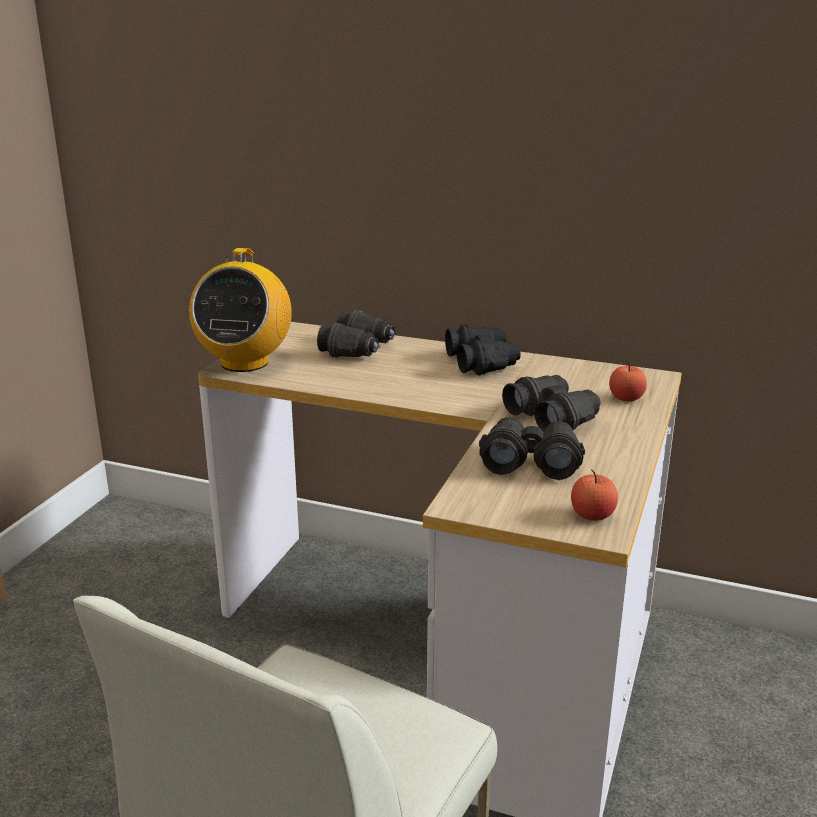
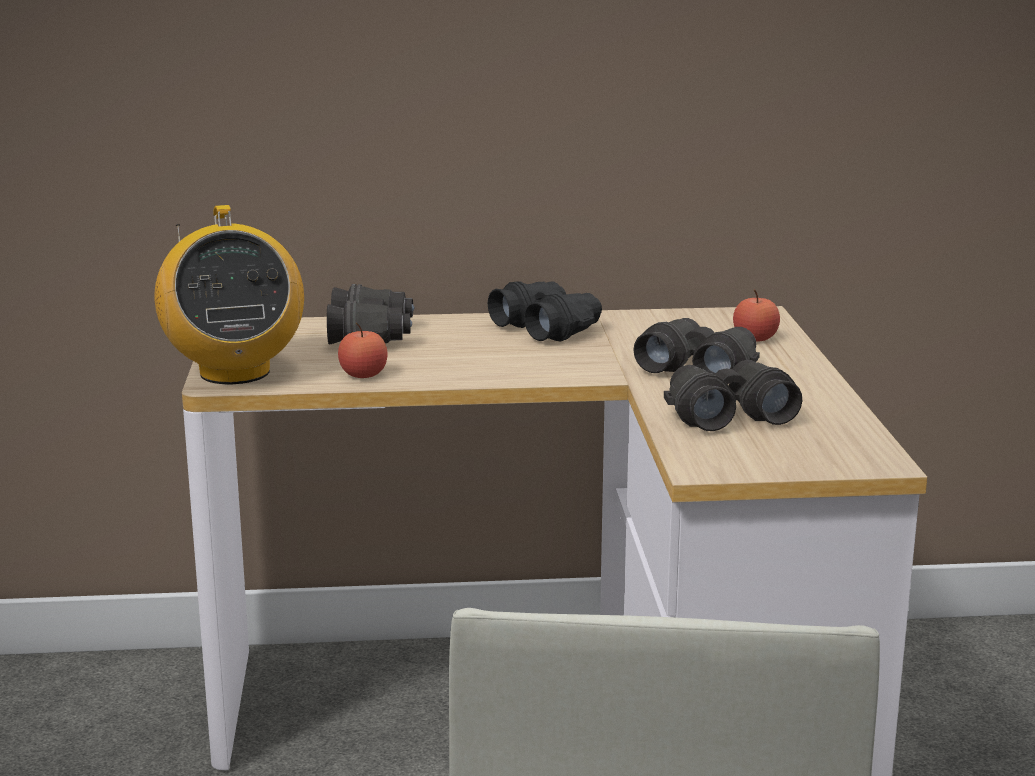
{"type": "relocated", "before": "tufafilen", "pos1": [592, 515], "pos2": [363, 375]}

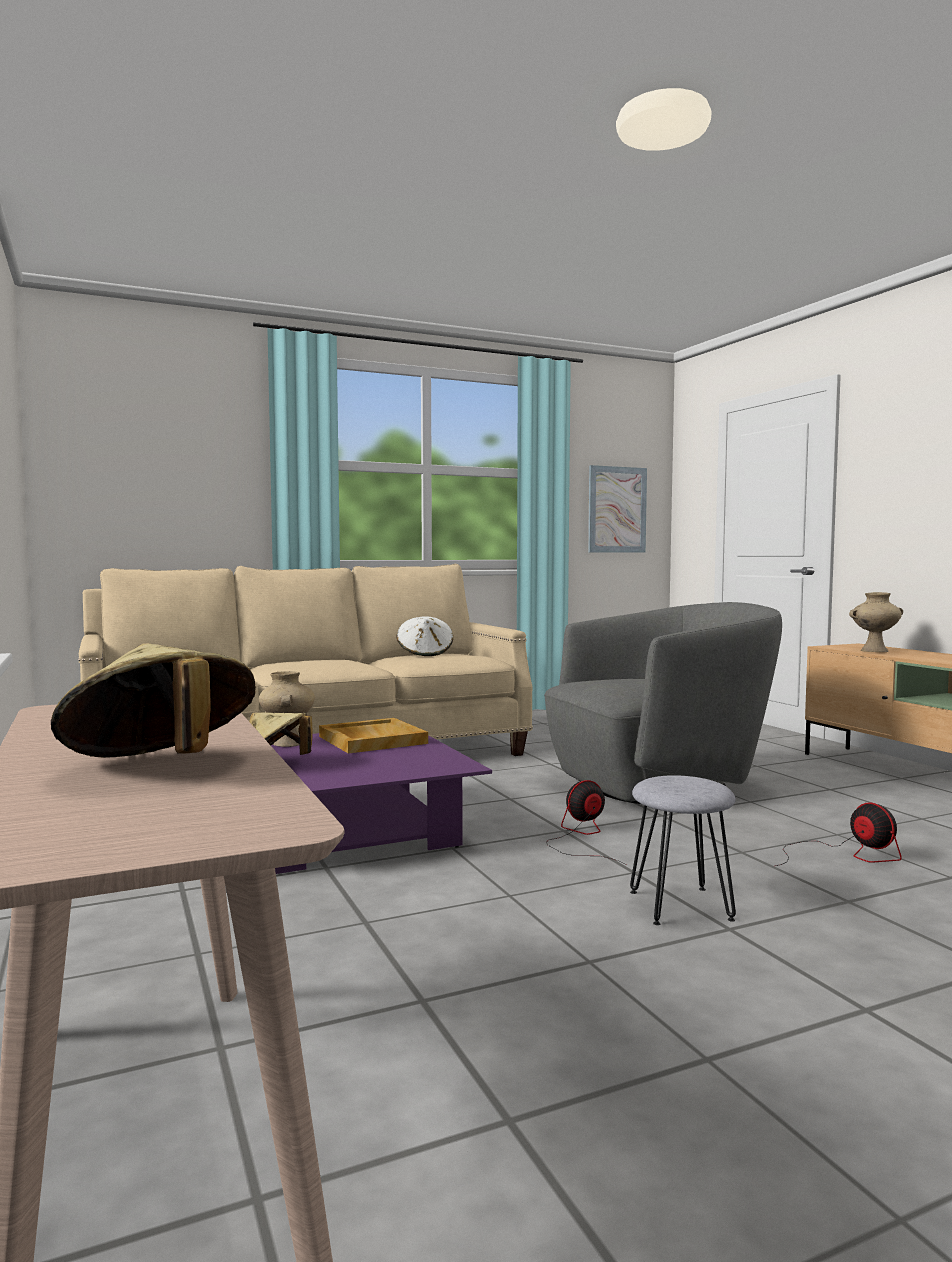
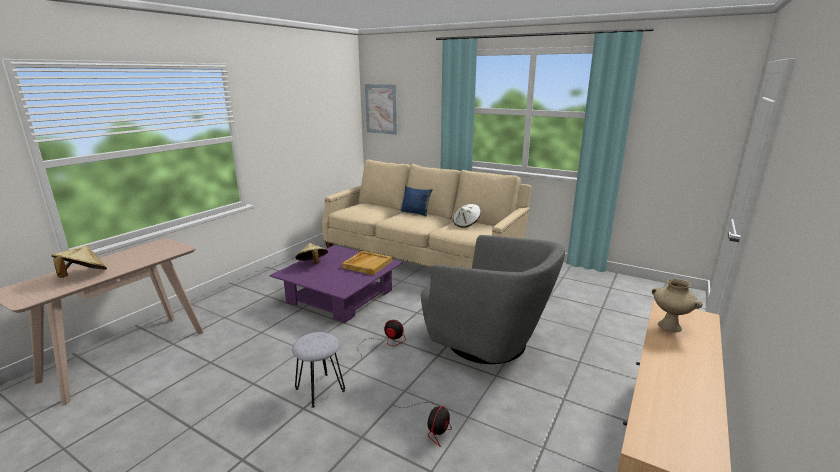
{"type": "missing", "before": "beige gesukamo", "pos1": [287, 743]}
{"type": "relocated", "before": "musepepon", "pos1": [617, 509], "pos2": [381, 109]}
{"type": "appeared", "after": "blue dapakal", "pos2": [416, 213]}

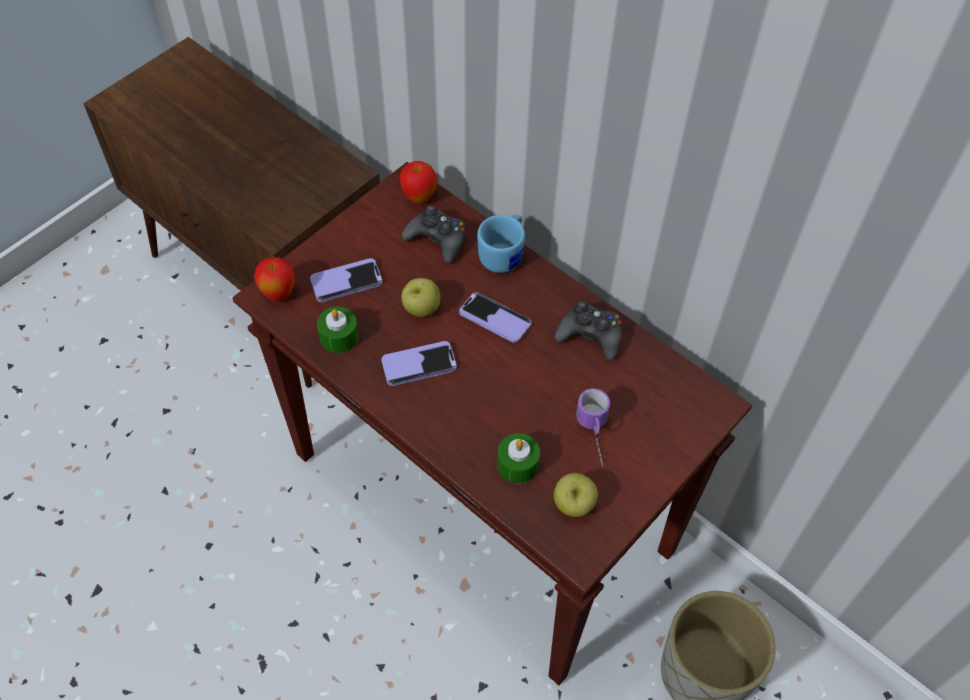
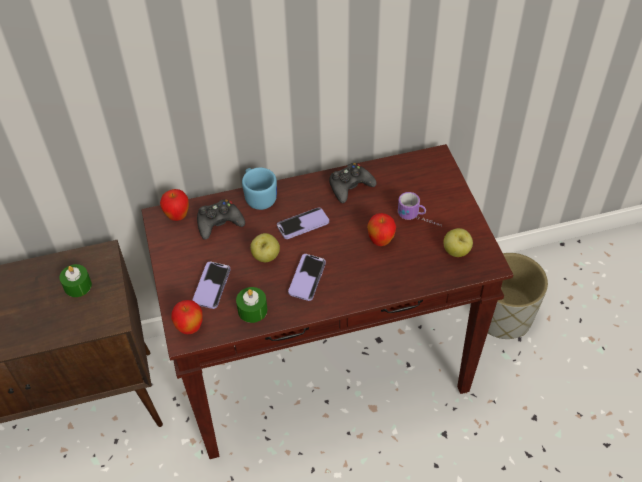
{"type": "relocated", "before": "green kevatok", "pos1": [517, 464], "pos2": [77, 286]}
{"type": "appeared", "after": "tufafilen", "pos2": [380, 241]}

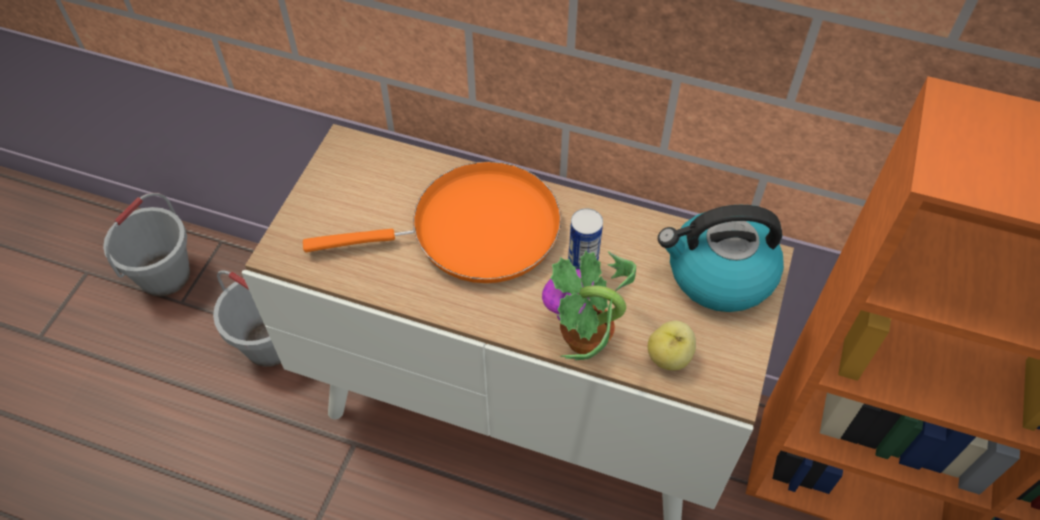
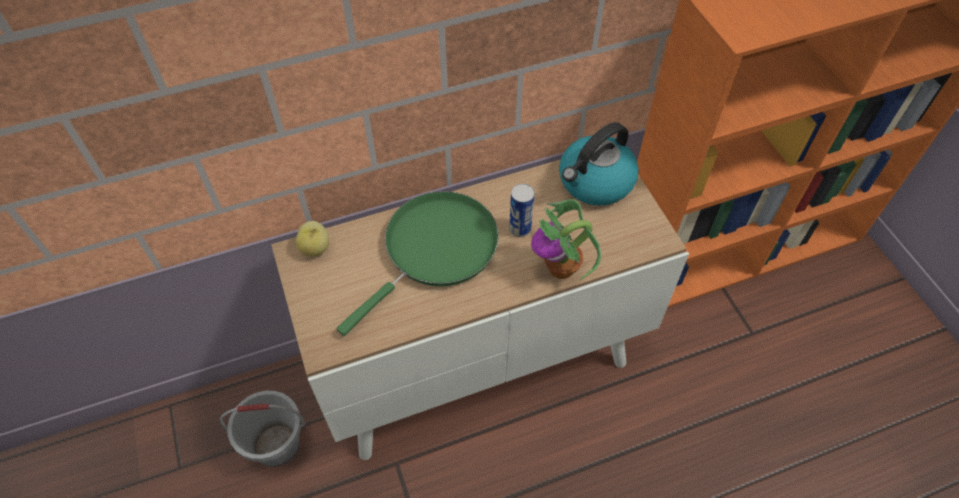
{"type": "missing", "before": "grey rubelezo", "pos1": [164, 275]}
{"type": "colour", "before": "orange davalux", "after": "green davalux", "pos1": [474, 231], "pos2": [435, 250]}
{"type": "relocated", "before": "tufafilen", "pos1": [669, 357], "pos2": [315, 248]}

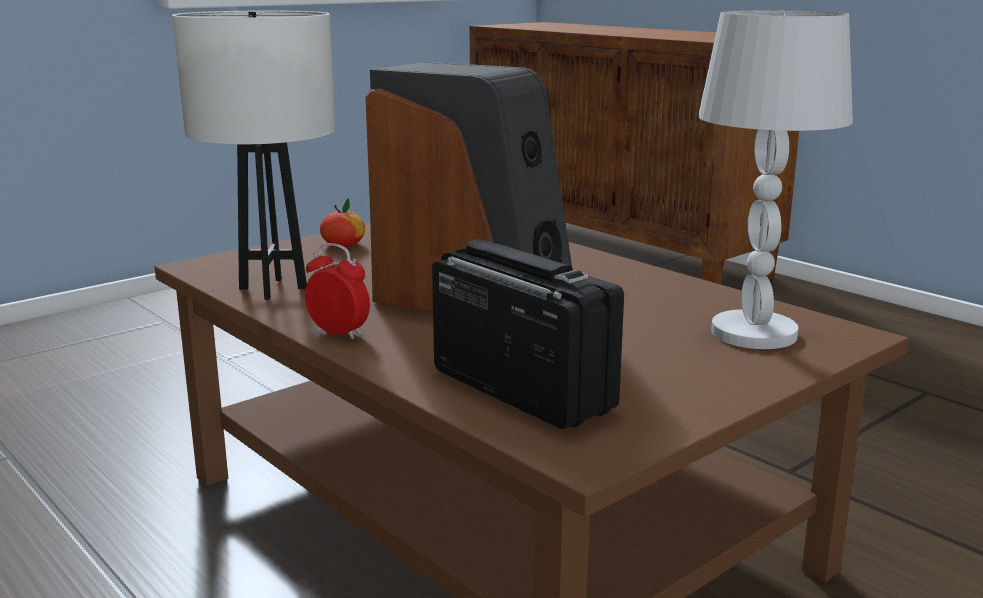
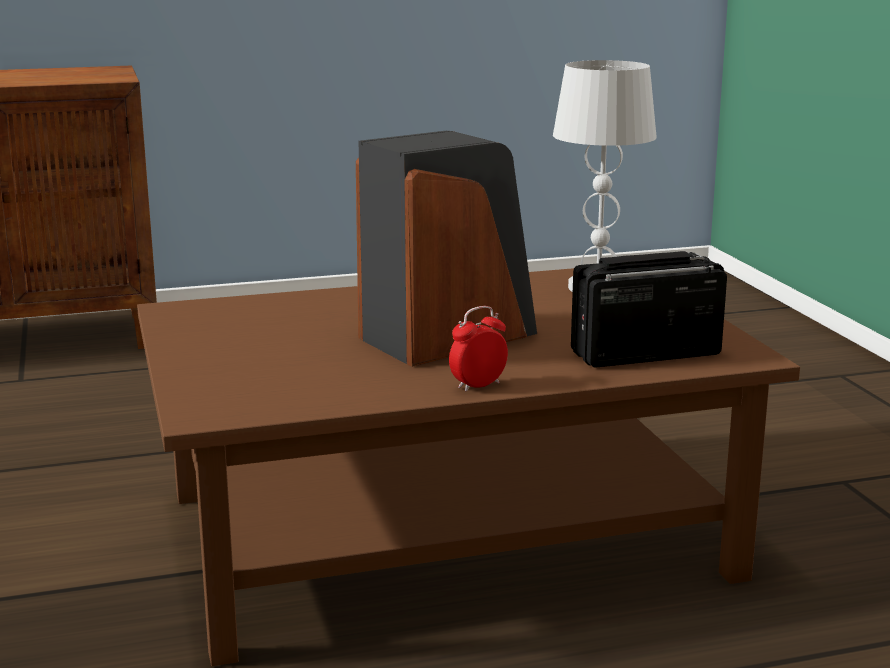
{"type": "missing", "before": "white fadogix", "pos1": [272, 288]}
{"type": "missing", "before": "tufafilen", "pos1": [343, 245]}

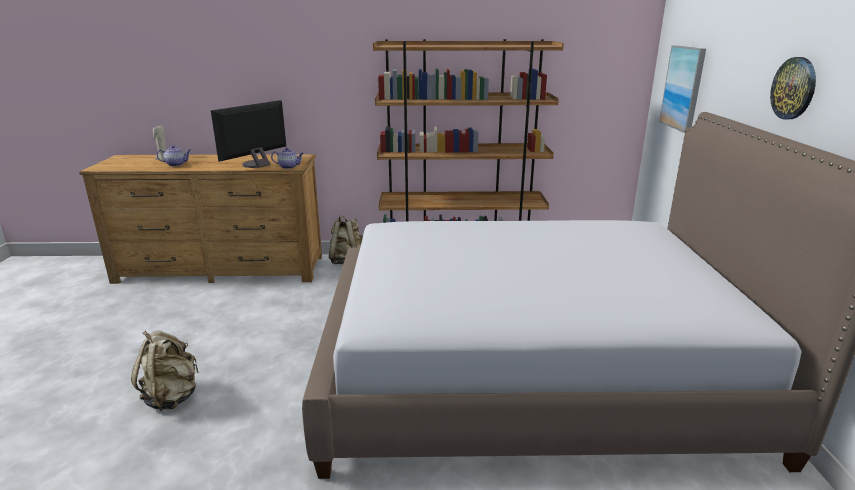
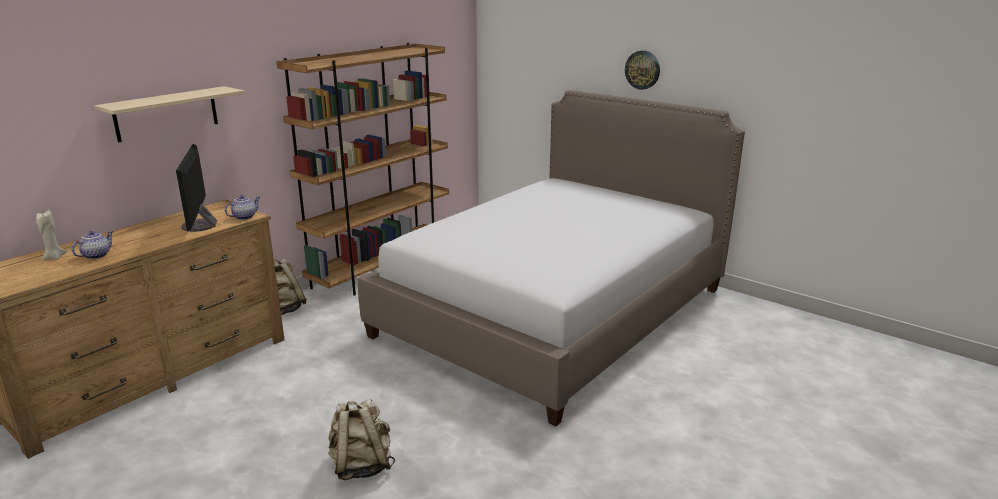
{"type": "missing", "before": "musepepon", "pos1": [683, 88]}
{"type": "appeared", "after": "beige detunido", "pos2": [166, 114]}

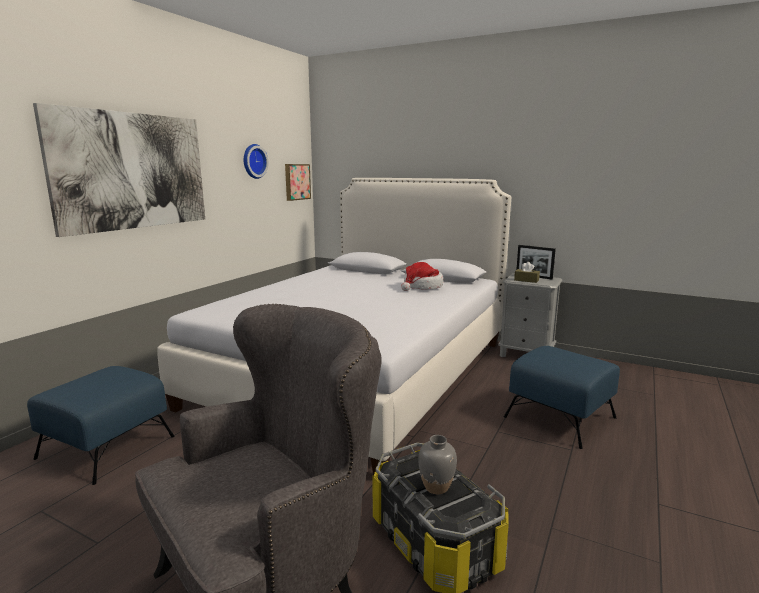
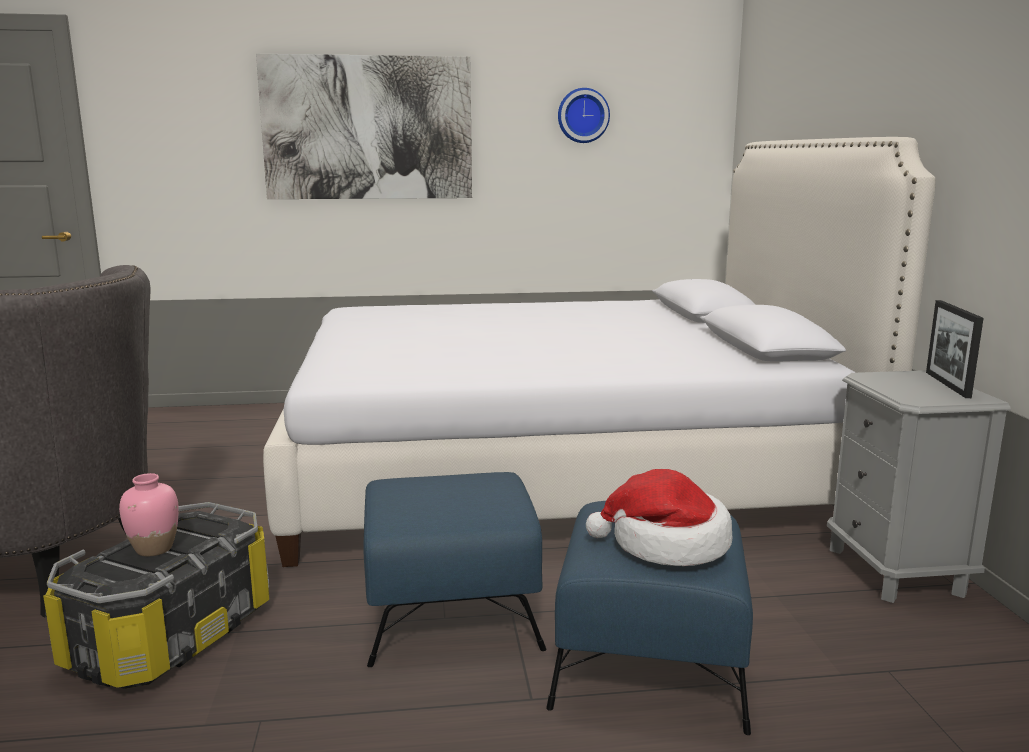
{"type": "relocated", "before": "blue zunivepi", "pos1": [105, 447], "pos2": [449, 611]}
{"type": "missing", "before": "musepepon", "pos1": [296, 182]}
{"type": "relocated", "before": "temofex", "pos1": [422, 287], "pos2": [666, 544]}
{"type": "colour", "before": "grey gesukamo", "after": "pink gesukamo", "pos1": [436, 487], "pos2": [154, 549]}
{"type": "missing", "before": "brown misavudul", "pos1": [526, 280]}

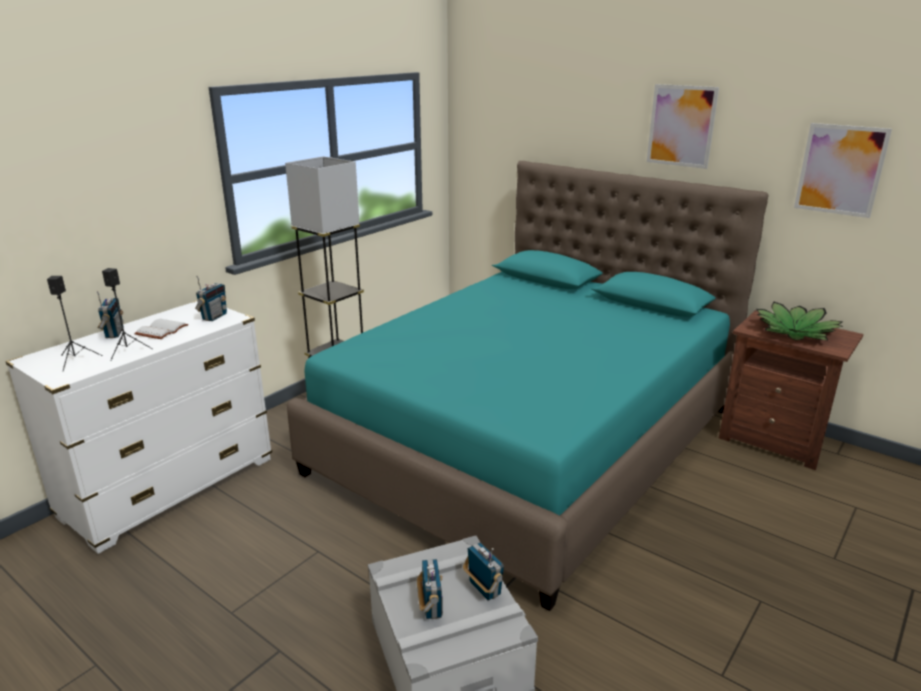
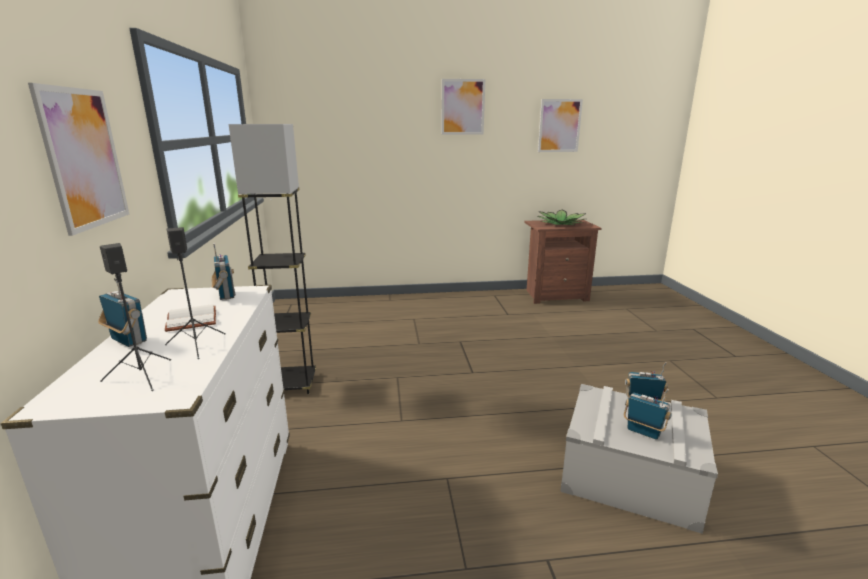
{"type": "missing", "before": "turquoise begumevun", "pos1": [529, 440]}
{"type": "appeared", "after": "musepepon", "pos2": [84, 158]}

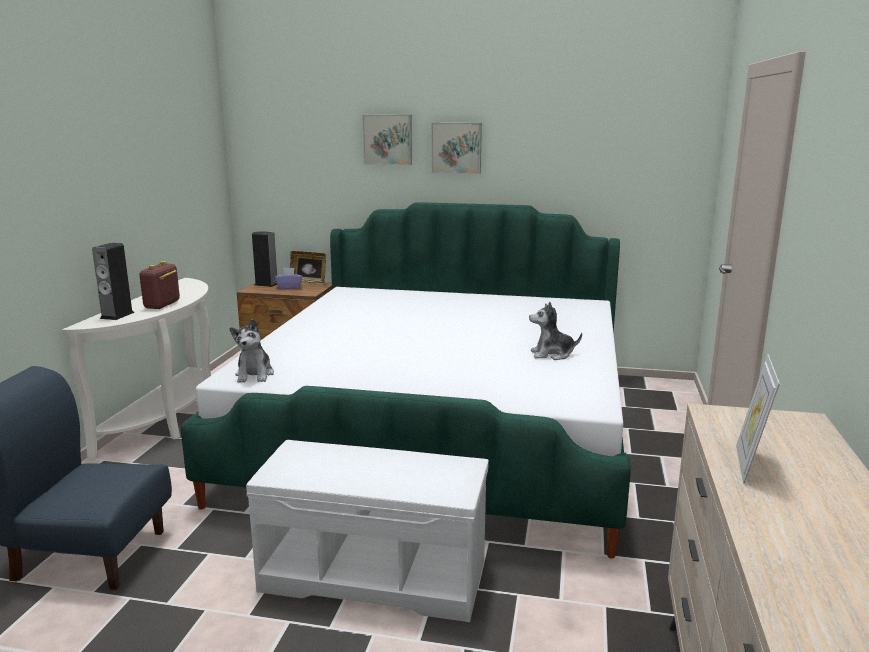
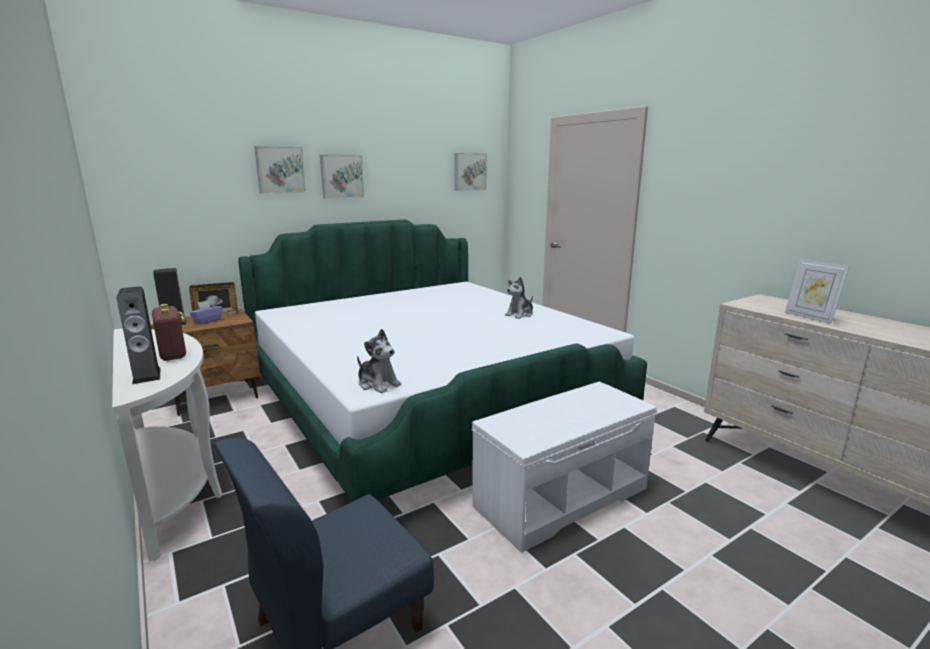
{"type": "appeared", "after": "musepepon", "pos2": [469, 172]}

